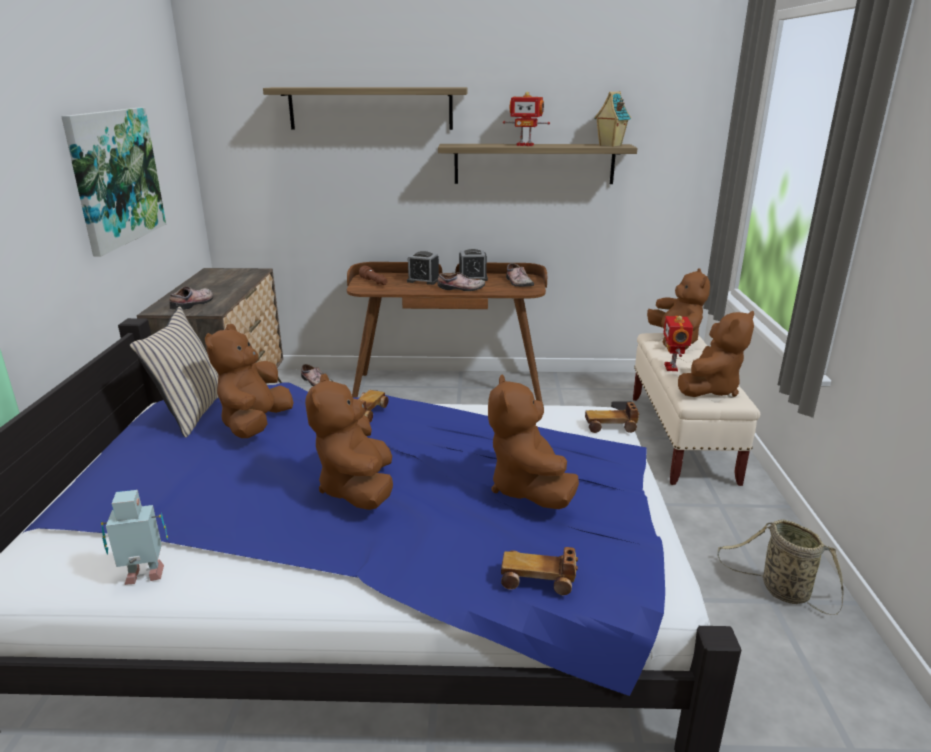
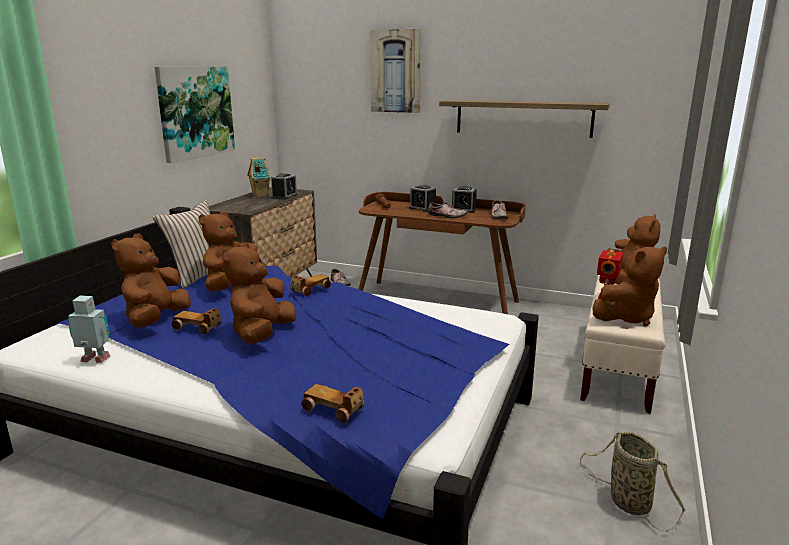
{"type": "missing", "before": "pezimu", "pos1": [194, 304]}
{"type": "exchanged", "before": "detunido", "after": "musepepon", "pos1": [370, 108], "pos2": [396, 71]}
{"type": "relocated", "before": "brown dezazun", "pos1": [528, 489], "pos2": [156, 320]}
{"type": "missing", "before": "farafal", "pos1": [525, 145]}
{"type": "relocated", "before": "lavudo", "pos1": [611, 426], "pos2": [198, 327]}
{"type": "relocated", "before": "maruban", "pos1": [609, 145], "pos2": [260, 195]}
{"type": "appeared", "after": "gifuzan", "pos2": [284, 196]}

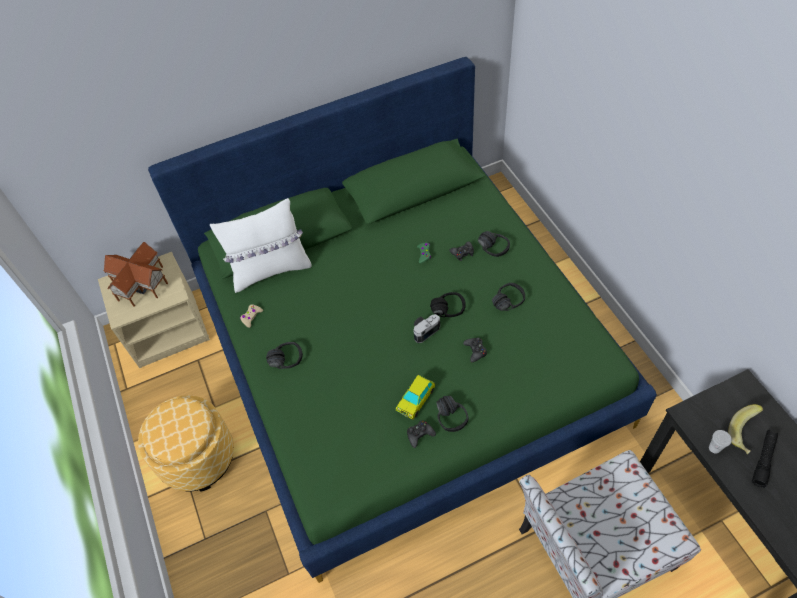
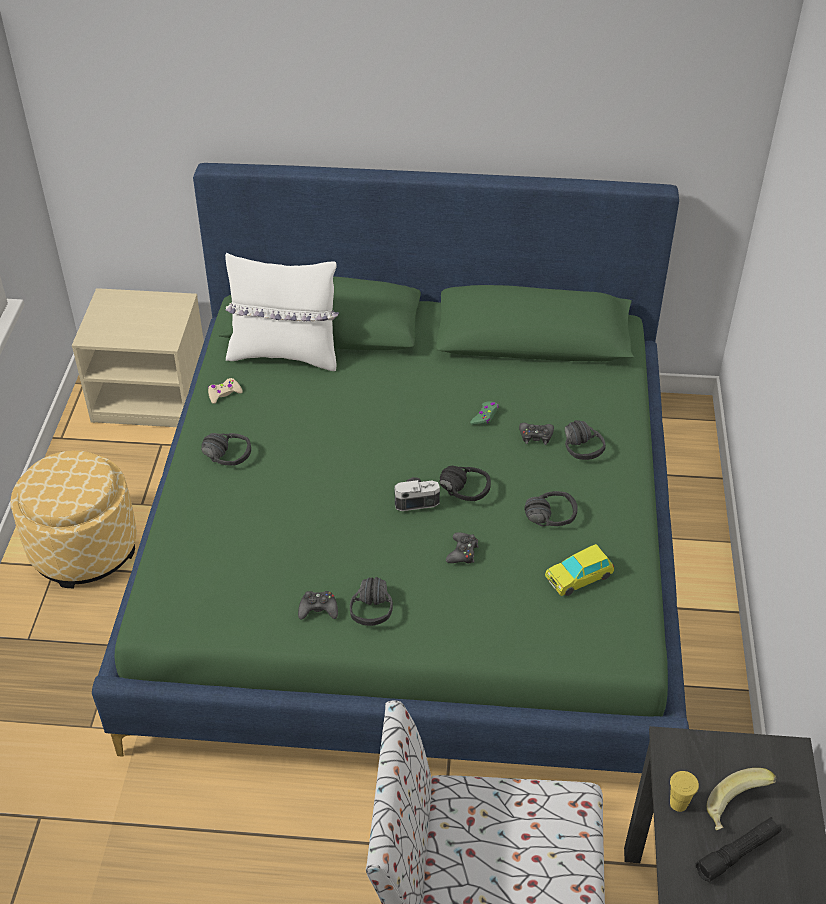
{"type": "missing", "before": "maruban", "pos1": [141, 284]}
{"type": "relocated", "before": "lavudo", "pos1": [415, 399], "pos2": [578, 577]}
{"type": "colour", "before": "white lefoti", "after": "yellow lefoti", "pos1": [714, 448], "pos2": [678, 803]}

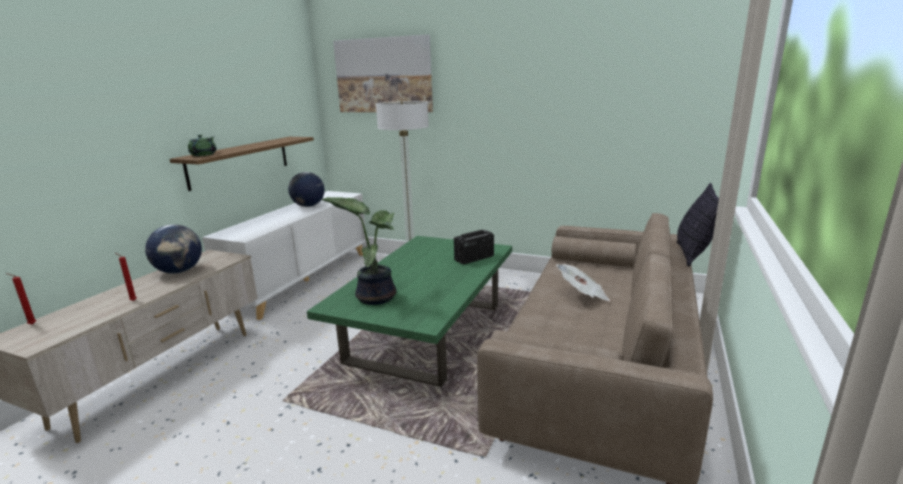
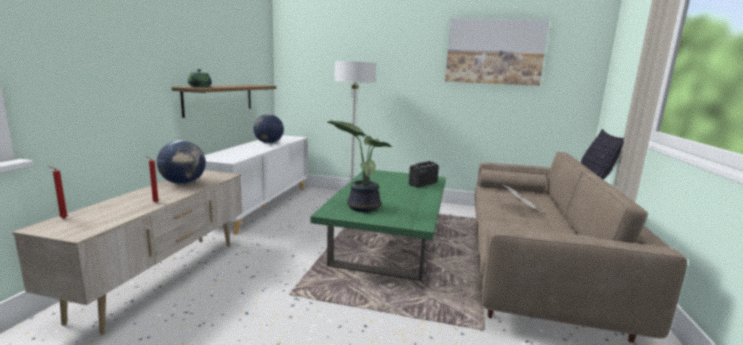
{"type": "relocated", "before": "musepepon", "pos1": [383, 75], "pos2": [494, 52]}

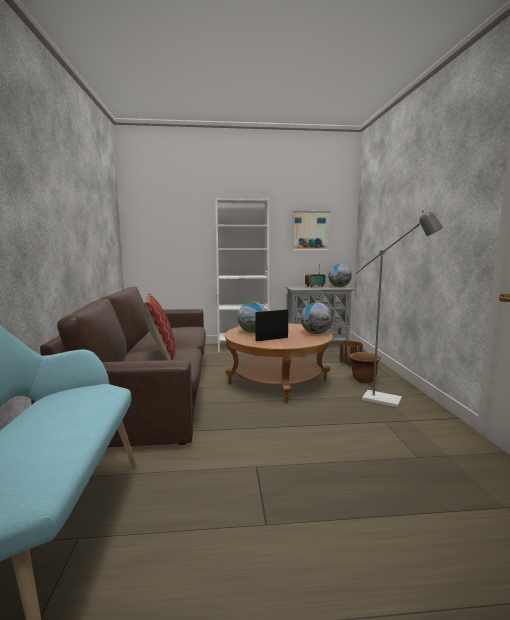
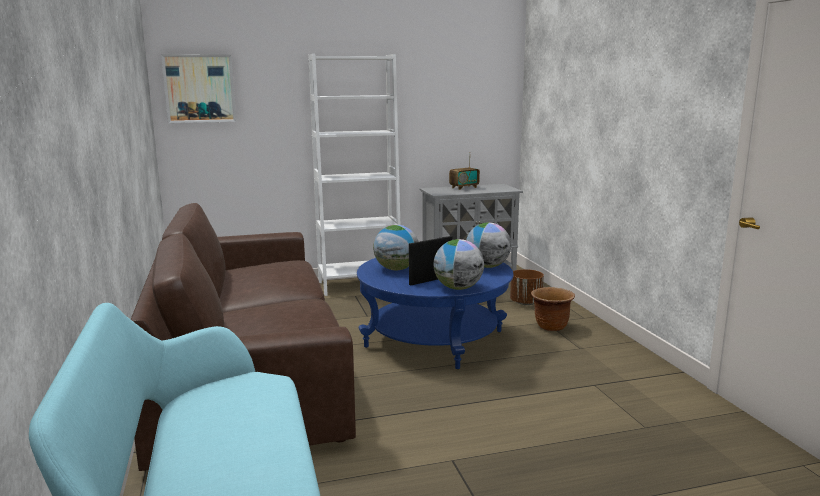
{"type": "missing", "before": "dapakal", "pos1": [161, 354]}
{"type": "colour", "before": "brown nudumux", "after": "blue nudumux", "pos1": [277, 382], "pos2": [434, 339]}
{"type": "relocated", "before": "musepepon", "pos1": [311, 230], "pos2": [199, 88]}
{"type": "relocated", "before": "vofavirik", "pos1": [339, 287], "pos2": [458, 288]}
{"type": "missing", "before": "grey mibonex", "pos1": [389, 401]}

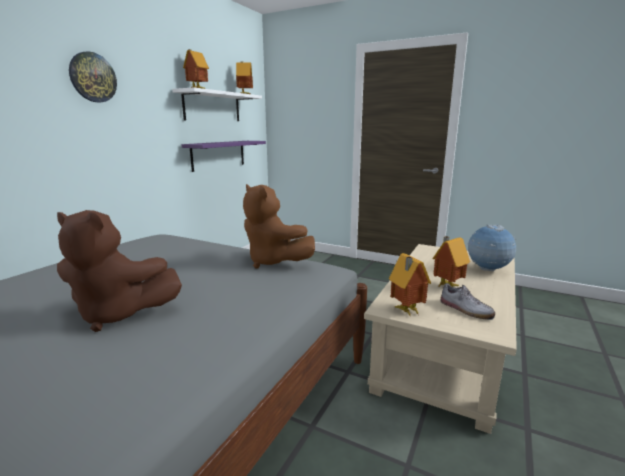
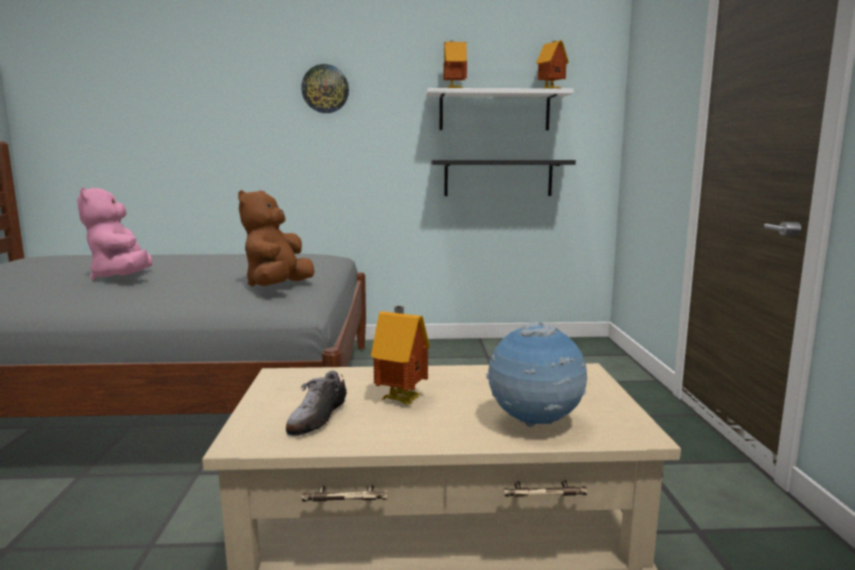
{"type": "colour", "before": "brown dezazun", "after": "pink dezazun", "pos1": [118, 314], "pos2": [123, 278]}
{"type": "colour", "before": "purple detunido", "after": "black detunido", "pos1": [218, 155], "pos2": [498, 178]}
{"type": "missing", "before": "maruban", "pos1": [406, 311]}

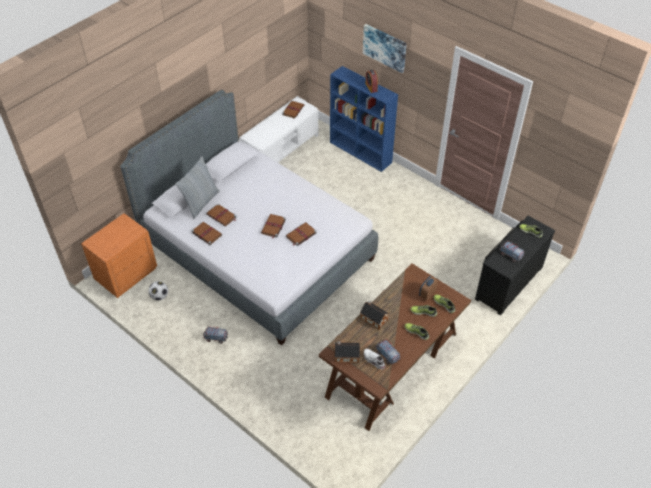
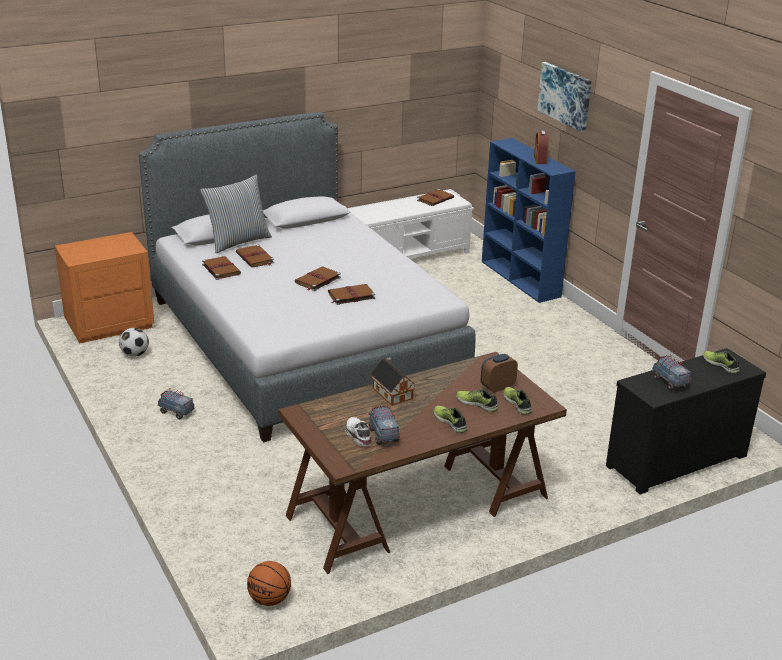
{"type": "missing", "before": "maruban", "pos1": [345, 355]}
{"type": "appeared", "after": "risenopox", "pos2": [269, 600]}

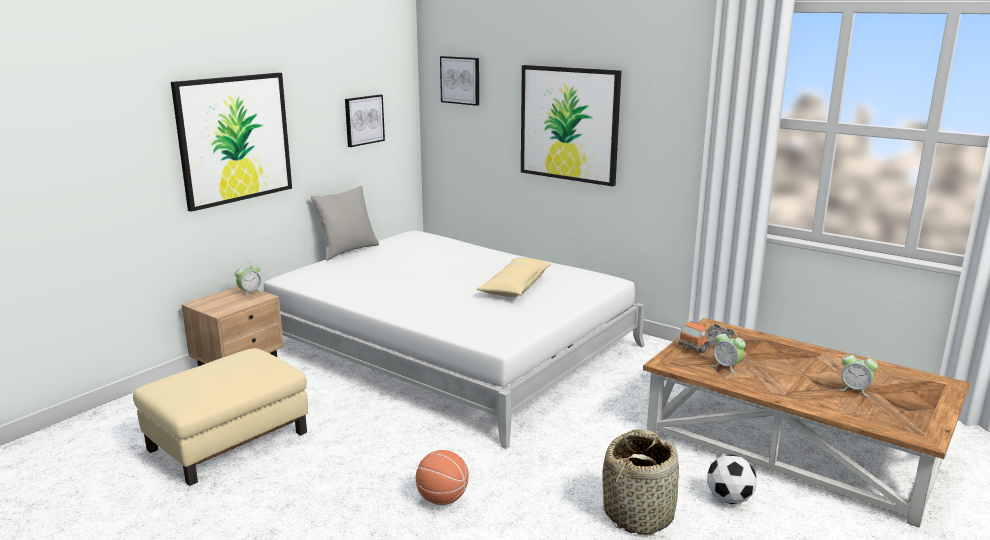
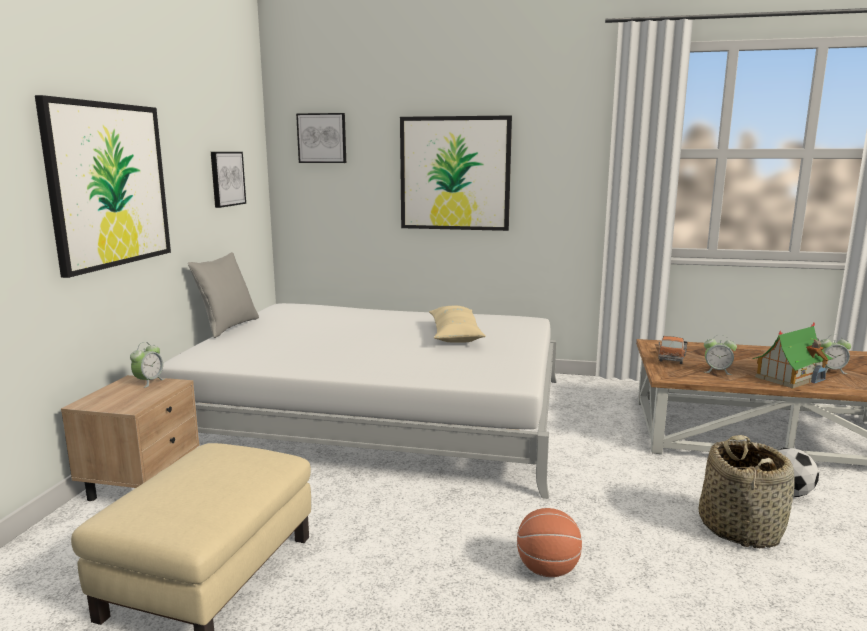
{"type": "appeared", "after": "maruban", "pos2": [790, 377]}

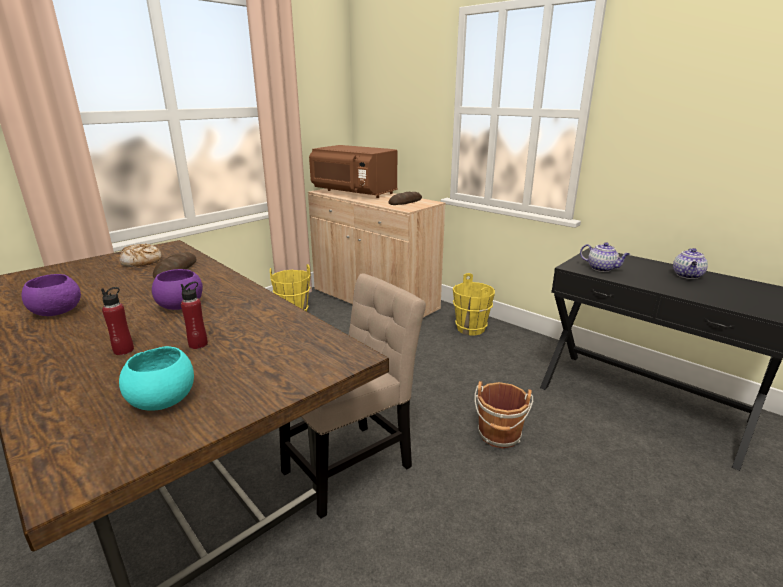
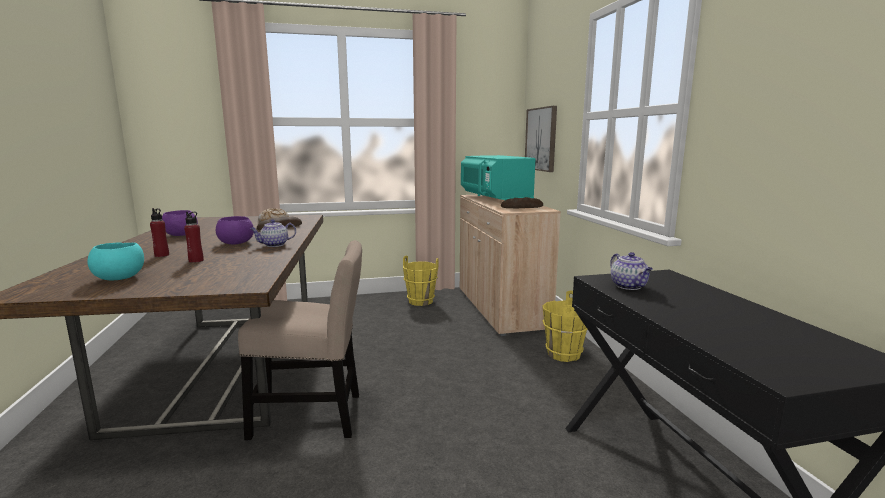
{"type": "colour", "before": "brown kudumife", "after": "turquoise kudumife", "pos1": [354, 193], "pos2": [495, 198]}
{"type": "missing", "before": "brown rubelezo", "pos1": [499, 436]}
{"type": "relocated", "before": "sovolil", "pos1": [687, 276], "pos2": [274, 245]}
{"type": "appeared", "after": "musepepon", "pos2": [541, 139]}

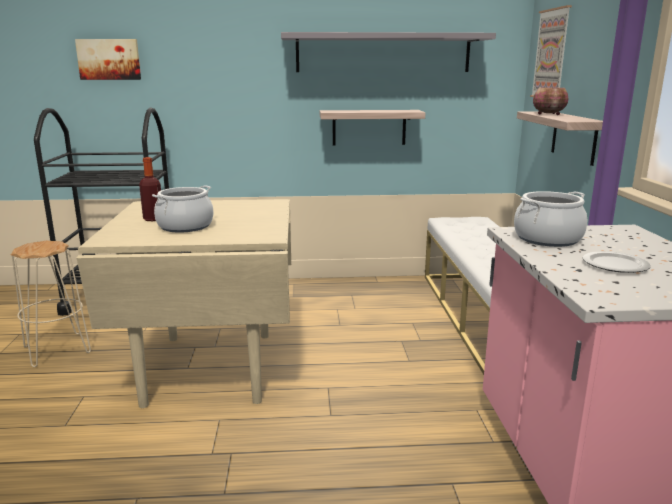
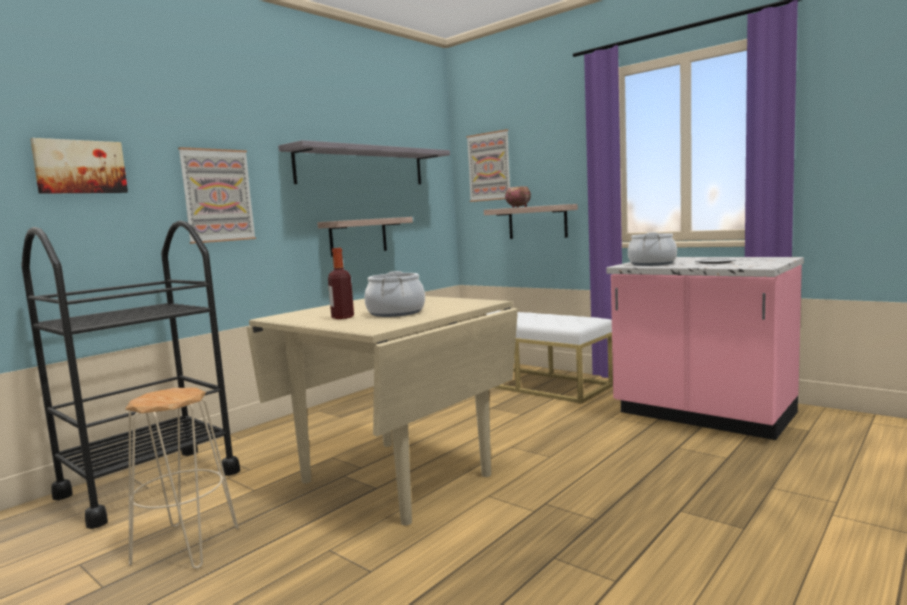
{"type": "appeared", "after": "musepepon", "pos2": [217, 195]}

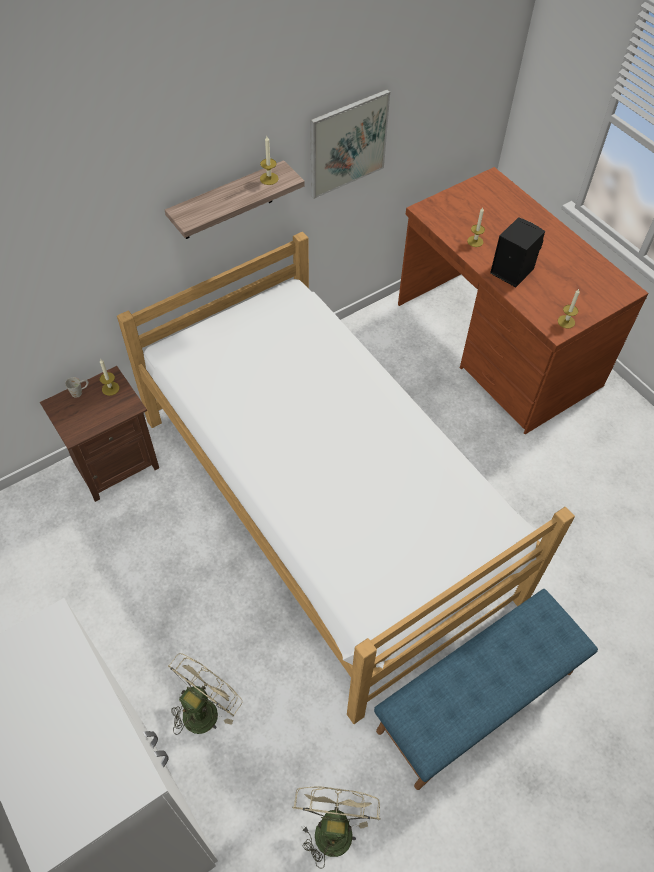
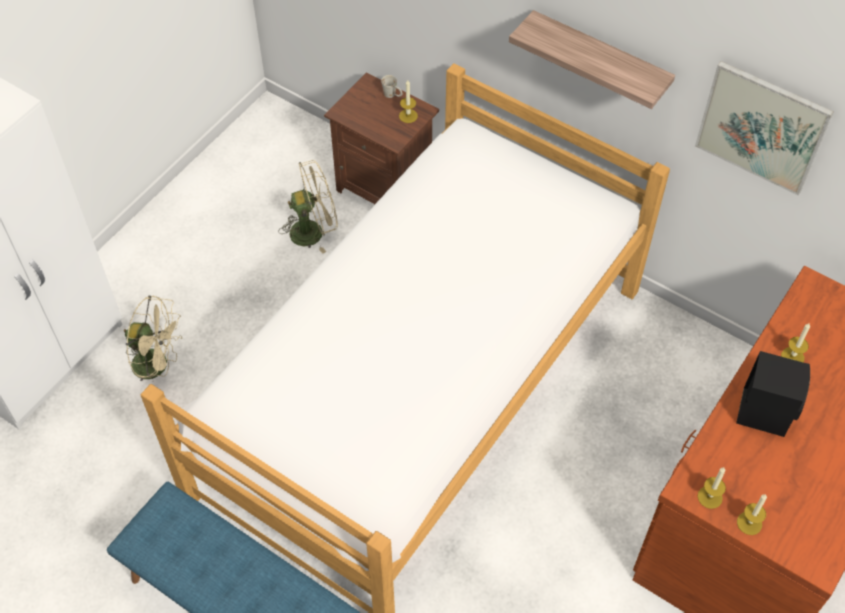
{"type": "relocated", "before": "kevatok", "pos1": [269, 178], "pos2": [749, 523]}
{"type": "relocated", "before": "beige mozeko", "pos1": [332, 825], "pos2": [313, 230]}

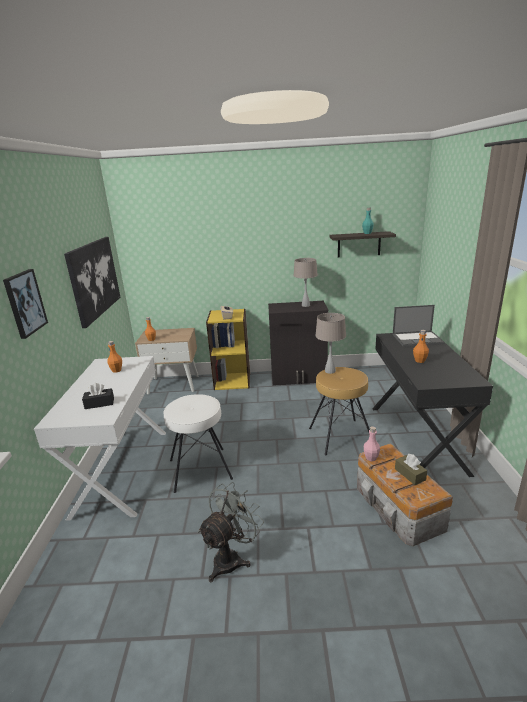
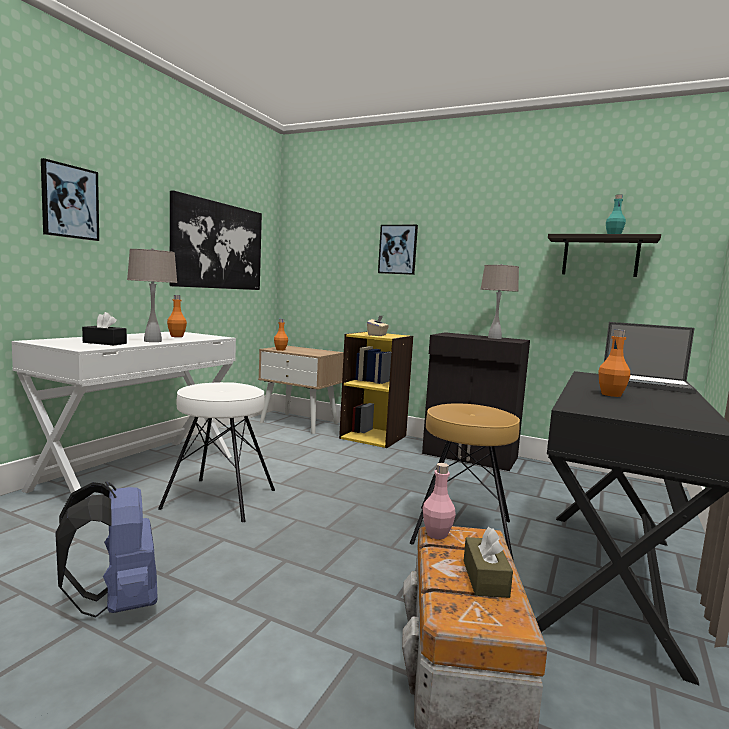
{"type": "exchanged", "before": "grey mozeko", "after": "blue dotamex", "pos1": [231, 558], "pos2": [117, 604]}
{"type": "relocated", "before": "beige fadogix", "pos1": [330, 371], "pos2": [152, 341]}
{"type": "appeared", "after": "musepepon", "pos2": [398, 249]}

